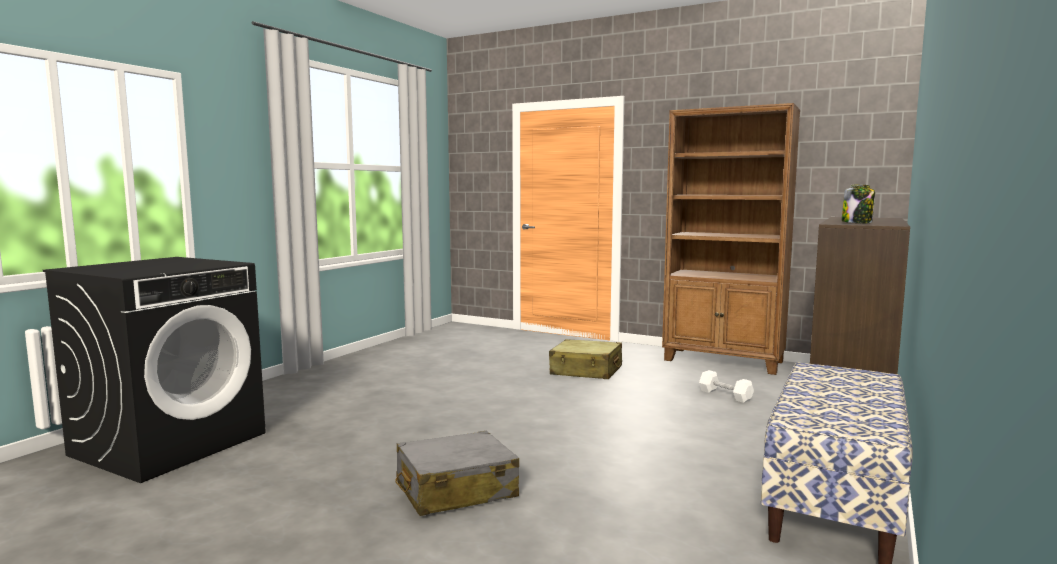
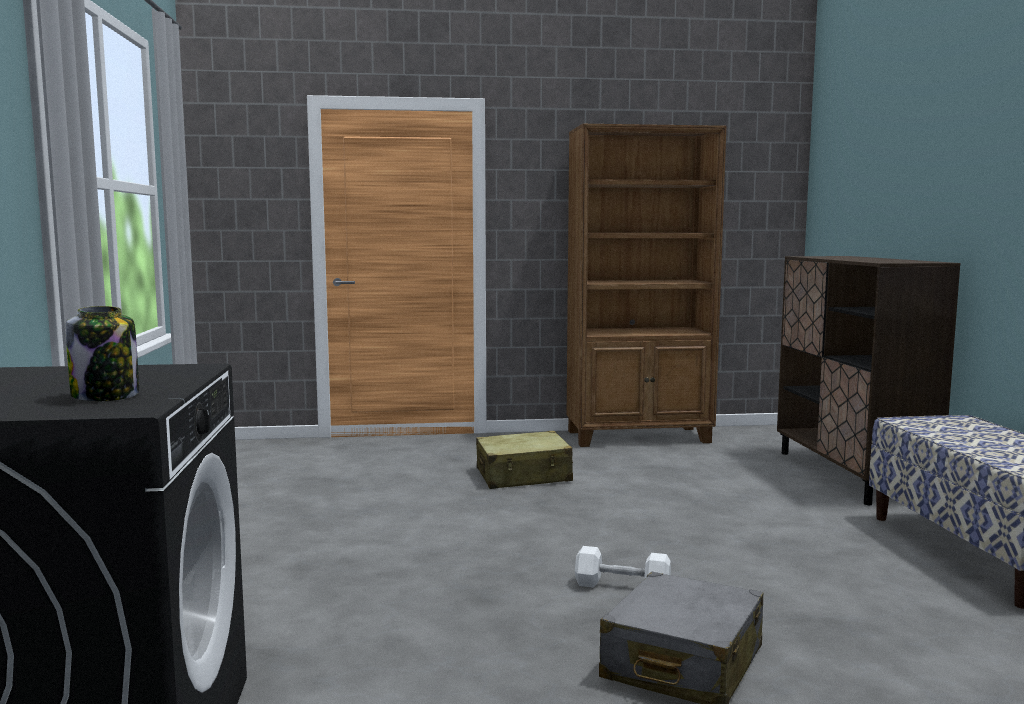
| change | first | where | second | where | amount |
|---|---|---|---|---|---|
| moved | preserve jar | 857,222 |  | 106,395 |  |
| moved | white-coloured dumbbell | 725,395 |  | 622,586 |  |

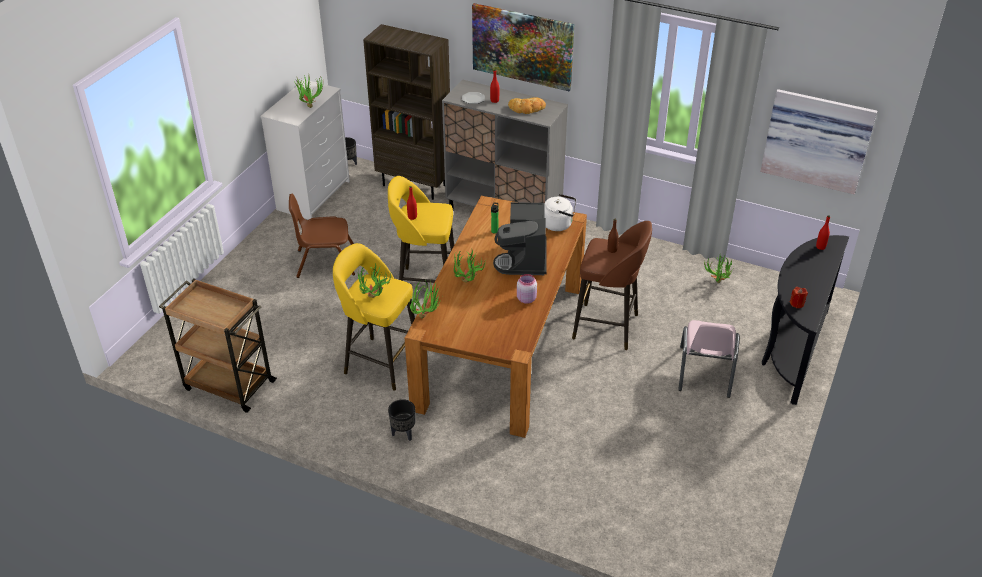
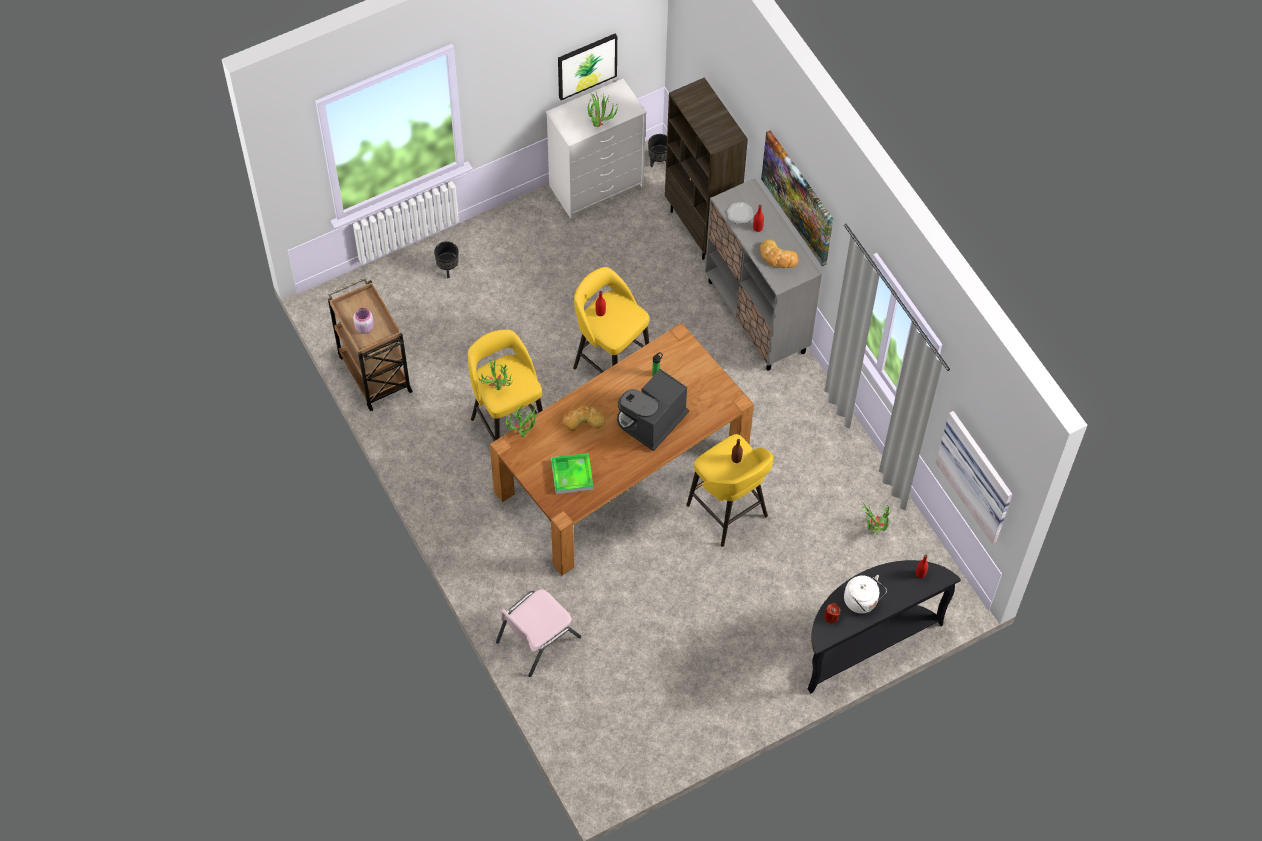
| change | first | where | second | where | amount |
|---|---|---|---|---|---|
| removed | brown-coloured upright chair | 325,262 |  |  |  |
| moved | white-coloured tea kettle | 559,224 |  | 862,601 |  |
| recoloured | brown-coloured stool | 607,327 | yellowish stool | 728,512 |  |
| replaced | houseplant | 468,284 | baked bread | 583,419 |  |
| moved | pink preserve jar | 526,298 |  | 364,327 |  |
| moved | pink upright chair | 704,372 |  | 537,639 |  |
| moved | black-coloured plant pot | 403,433 |  | 447,269 |  |
| added |  |  | picture | 586,65 |  |
| added |  |  | tray | 572,475 |  |

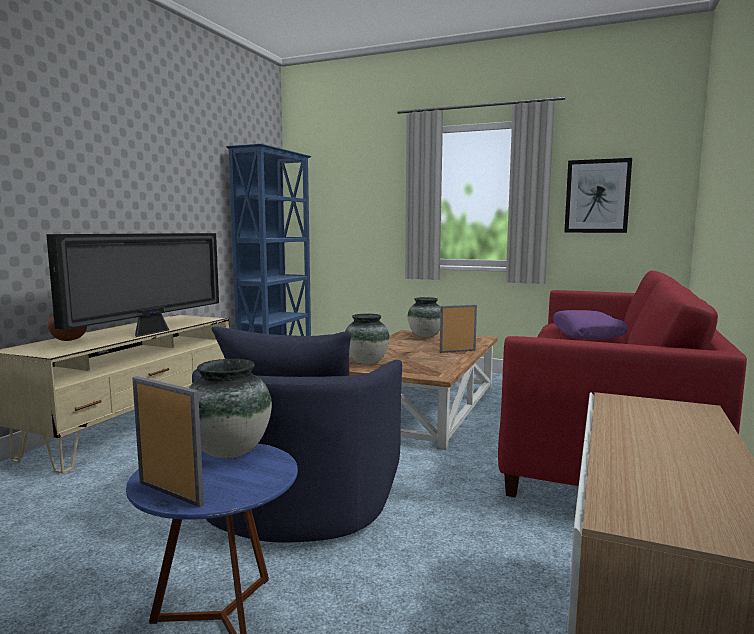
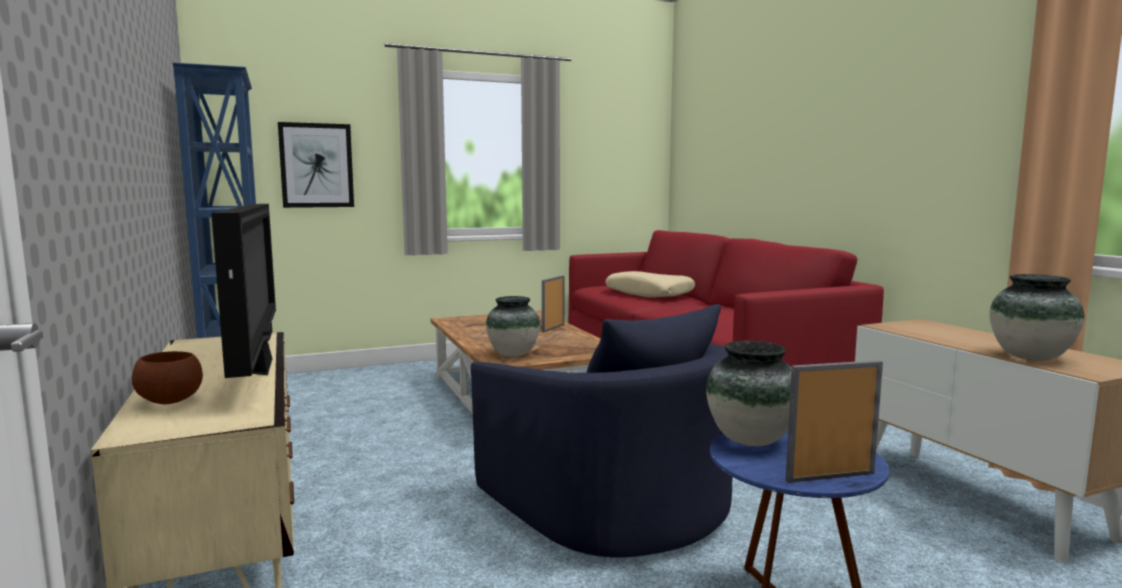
| change | first | where | second | where | amount |
|---|---|---|---|---|---|
| moved | picture | 597,196 |  | 316,165 |  |
| moved | vase | 425,336 |  | 1029,357 |  |
| recoloured | purple-coloured throw pillow | 587,335 | beige throw pillow | 649,294 |  |

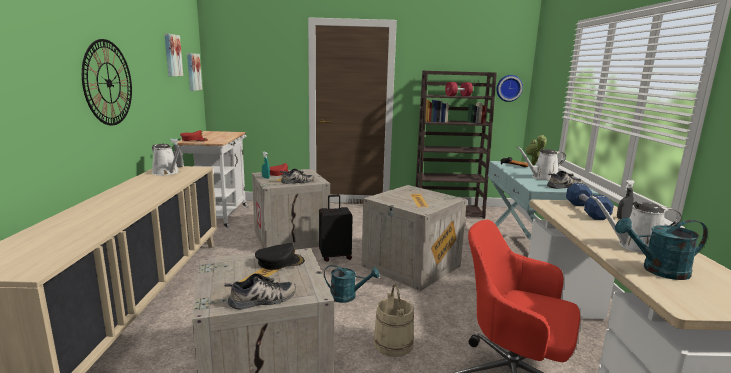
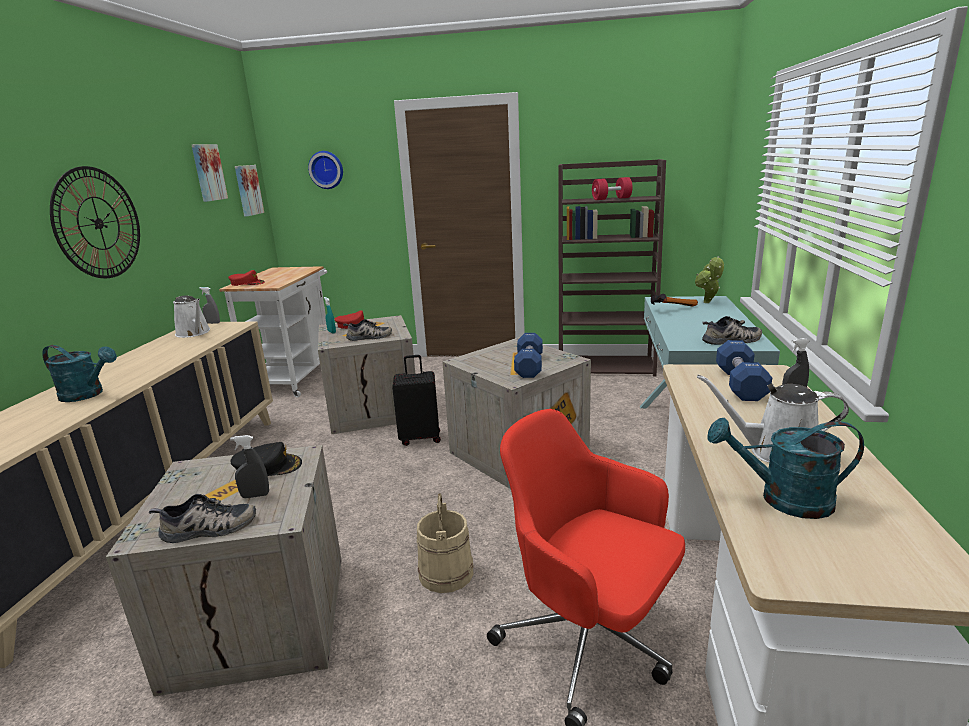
| change | first | where | second | where | amount |
|---|---|---|---|---|---|
| moved | wall clock | 508,88 |  | 327,170 |  |
| removed | white-coloured watering can | 542,178 |  |  |  |
| moved | blue-green watering can | 348,296 |  | 87,395 |  |
| added |  |  | blue dumbbell | 529,366 |  |
| added |  |  | grey hand sprayer | 255,496 |  |

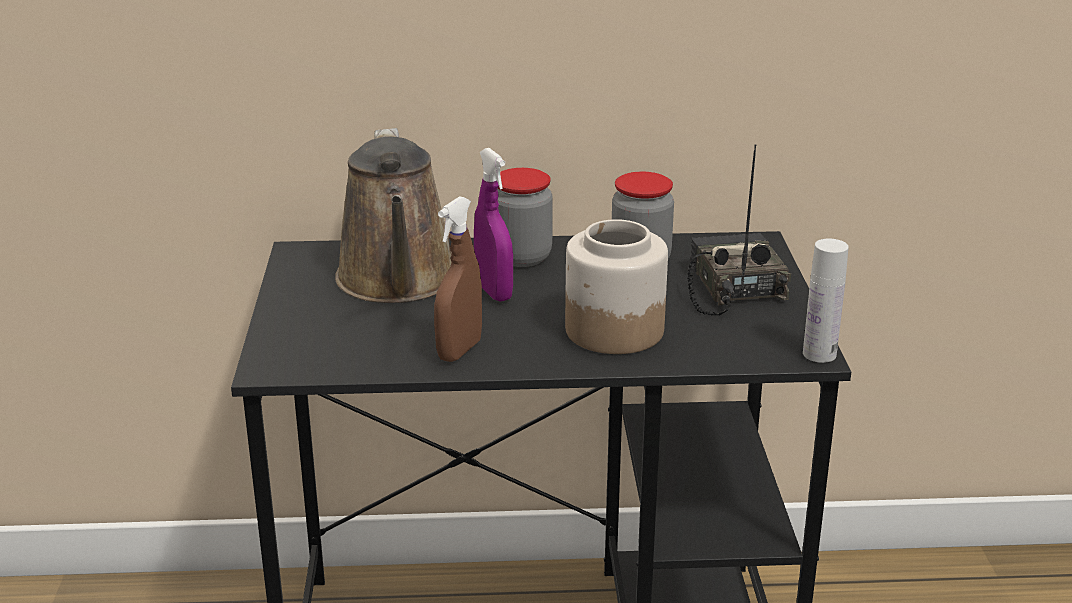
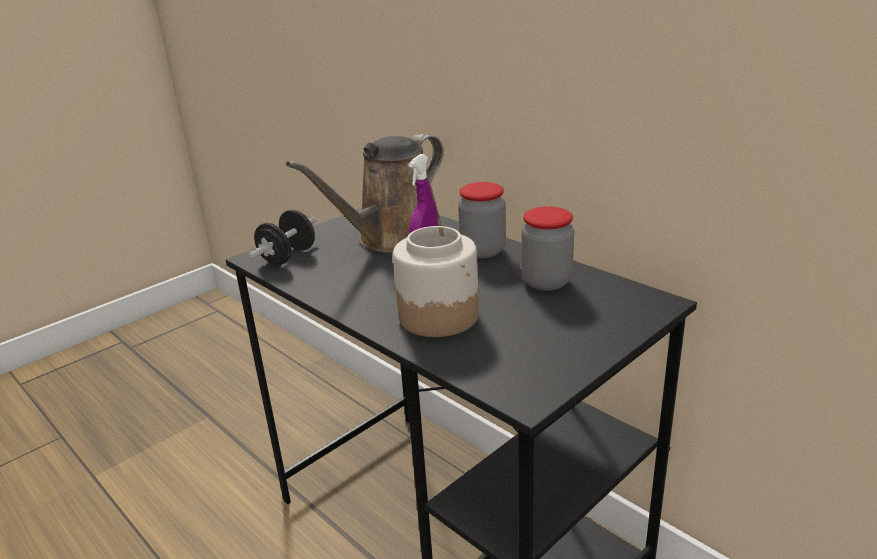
| change | first | where | second | where | amount |
|---|---|---|---|---|---|
| removed | radio set | 730,286 |  |  |  |
| removed | brown-coloured hand sprayer | 459,351 |  |  |  |
| removed | white-coloured beverage bottle | 819,354 |  |  |  |
| added |  |  | black-coloured dumbbell | 288,257 |  |

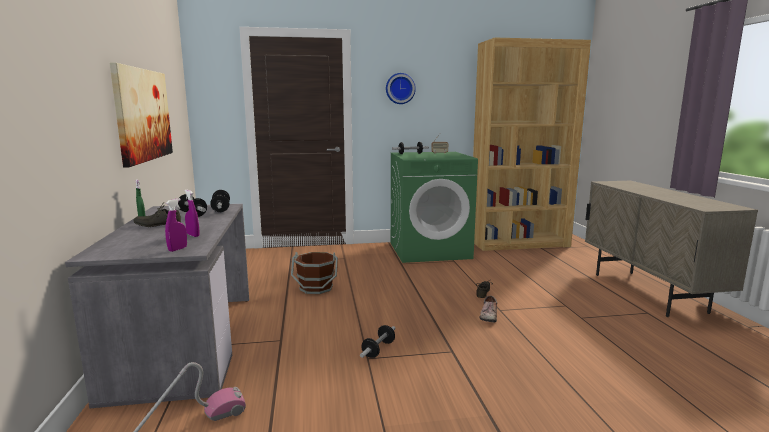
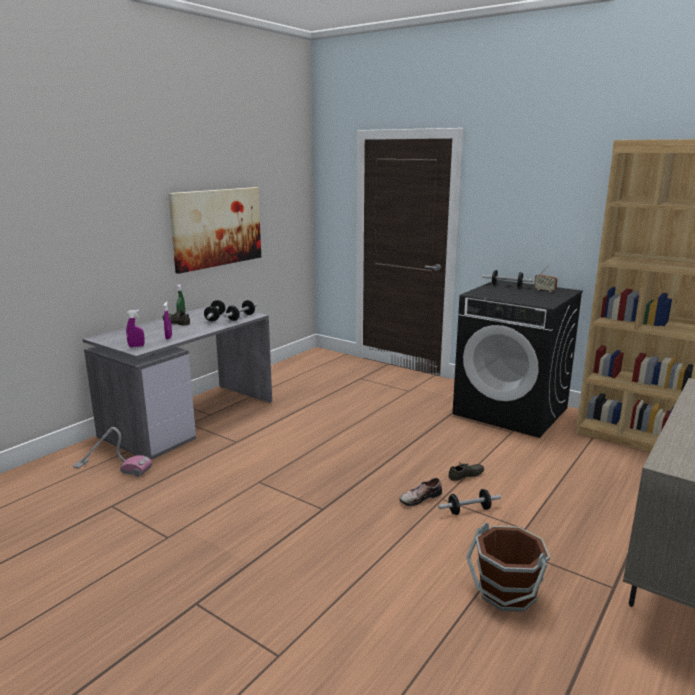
| change | first | where | second | where | amount |
|---|---|---|---|---|---|
| removed | wall clock | 400,88 |  |  |  |
| recoloured | green-coloured washing machine | 430,250 | black-coloured washing machine | 511,411 |  |
| moved | brown-coloured bucket | 316,288 |  | 506,592 |  |
| moved | dumbbell | 378,349 |  | 469,510 |  |

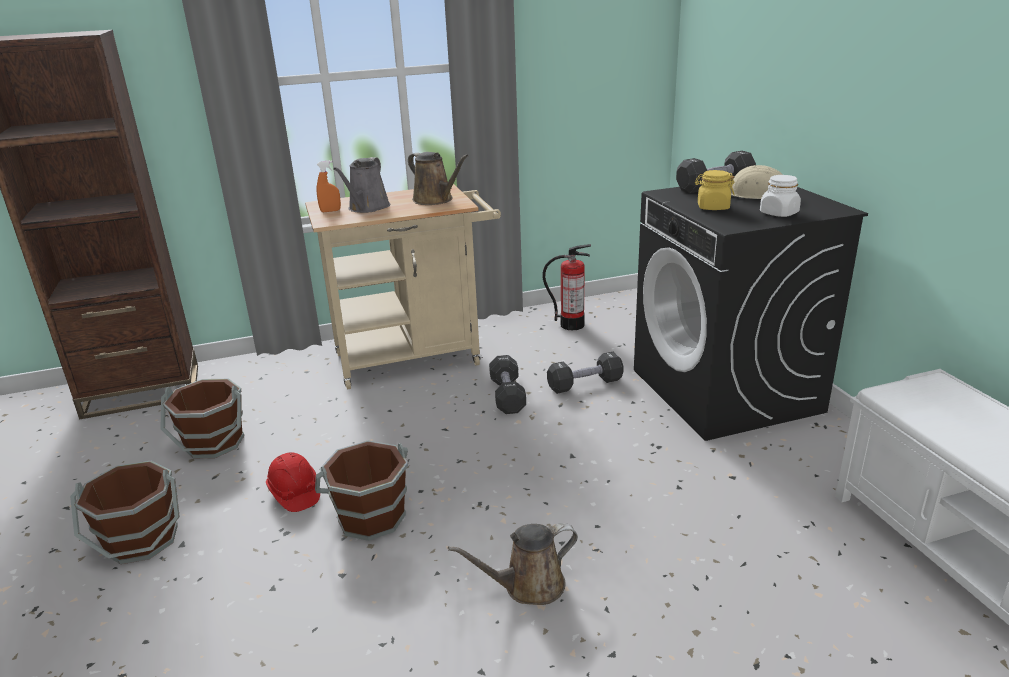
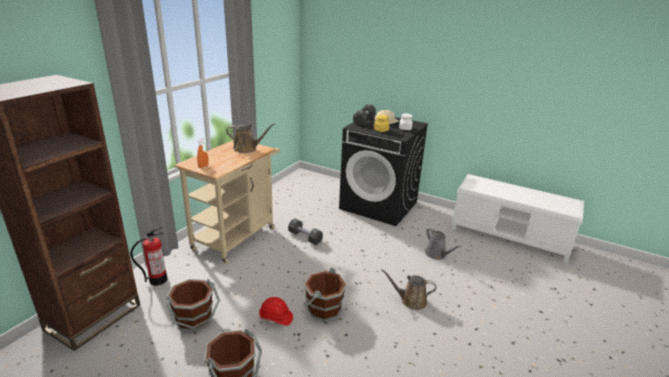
| change | first | where | second | where | amount |
|---|---|---|---|---|---|
| moved | grey watering can | 367,208 |  | 437,254 |  |
| moved | extinguisher | 572,325 |  | 158,280 |  |
| removed | black-coloured dumbbell | 585,384 |  |  |  |
| turned | brown-coloured watering can | 528,586 |  | 410,300 | 75 degrees clockwise |

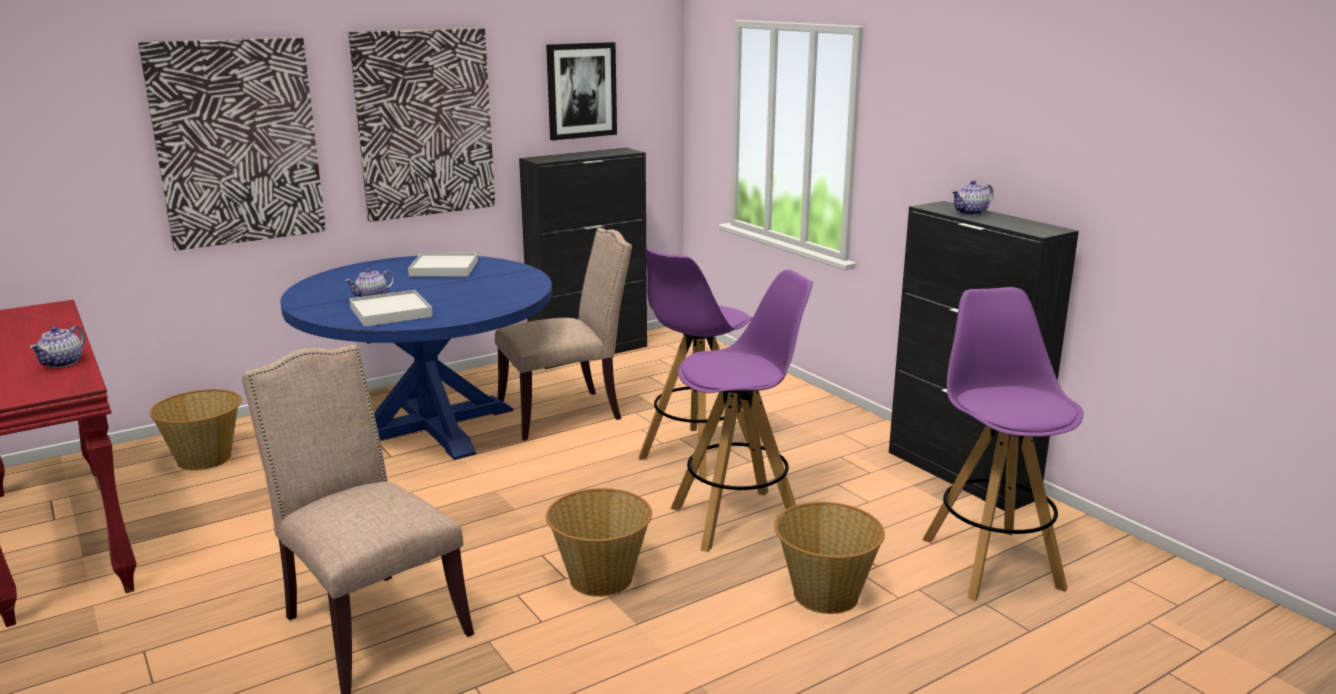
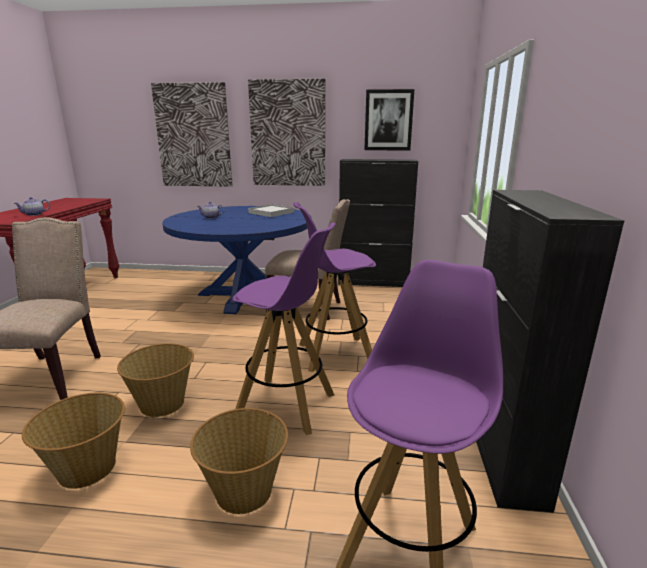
| change | first | where | second | where | amount |
|---|---|---|---|---|---|
| removed | pot for tea | 970,213 |  |  |  |
| removed | white-coloured tray | 391,312 |  |  |  |
| moved | household basket | 205,459 |  | 87,469 |  |

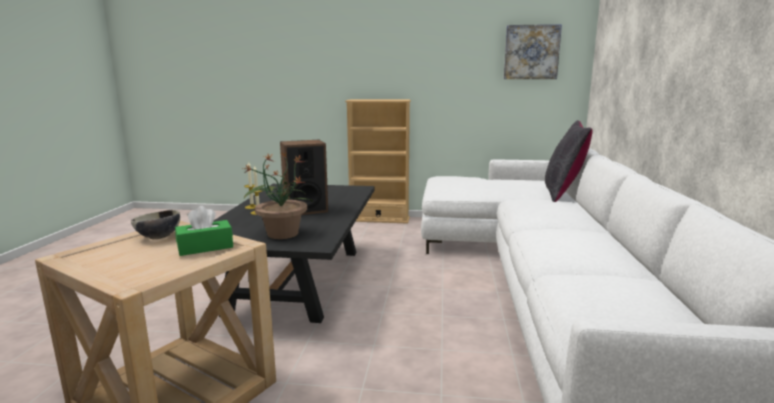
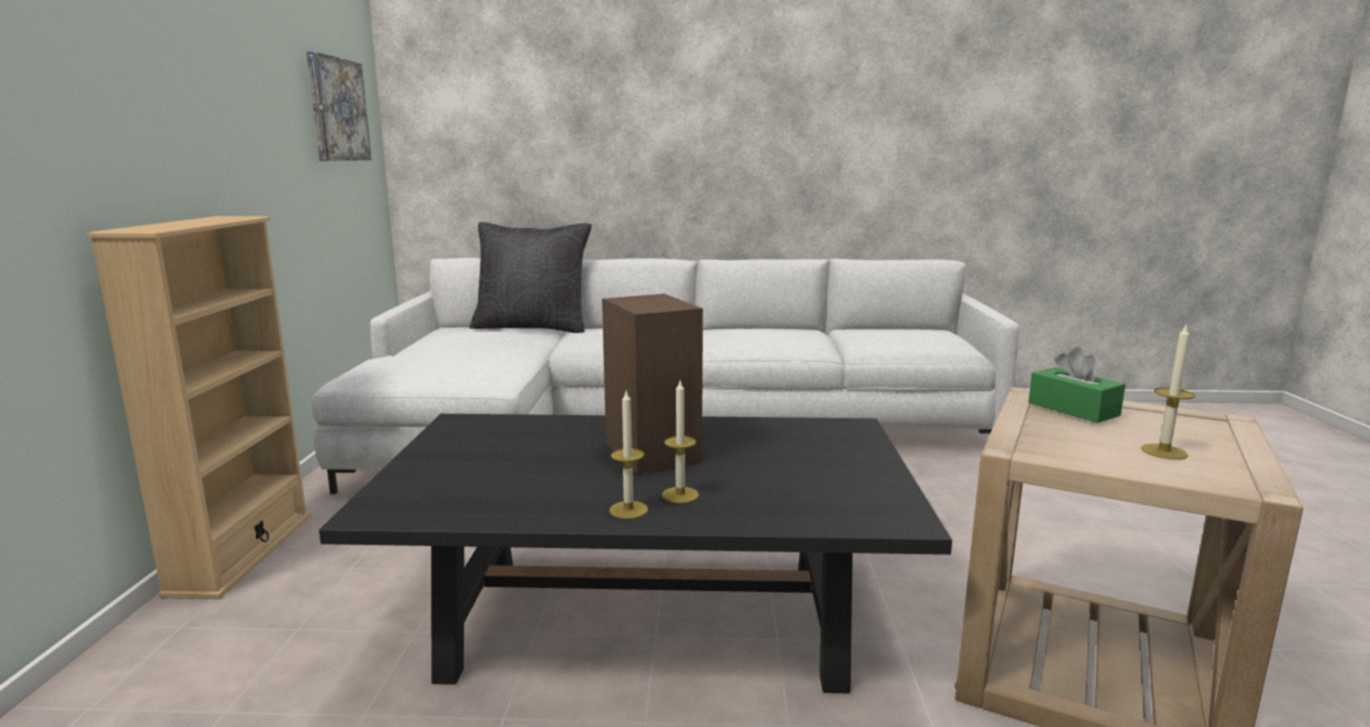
| change | first | where | second | where | amount |
|---|---|---|---|---|---|
| removed | houseplant | 282,233 |  |  |  |
| removed | serving bowl | 158,237 |  |  |  |
| added |  |  | wax light | 1164,452 |  |

